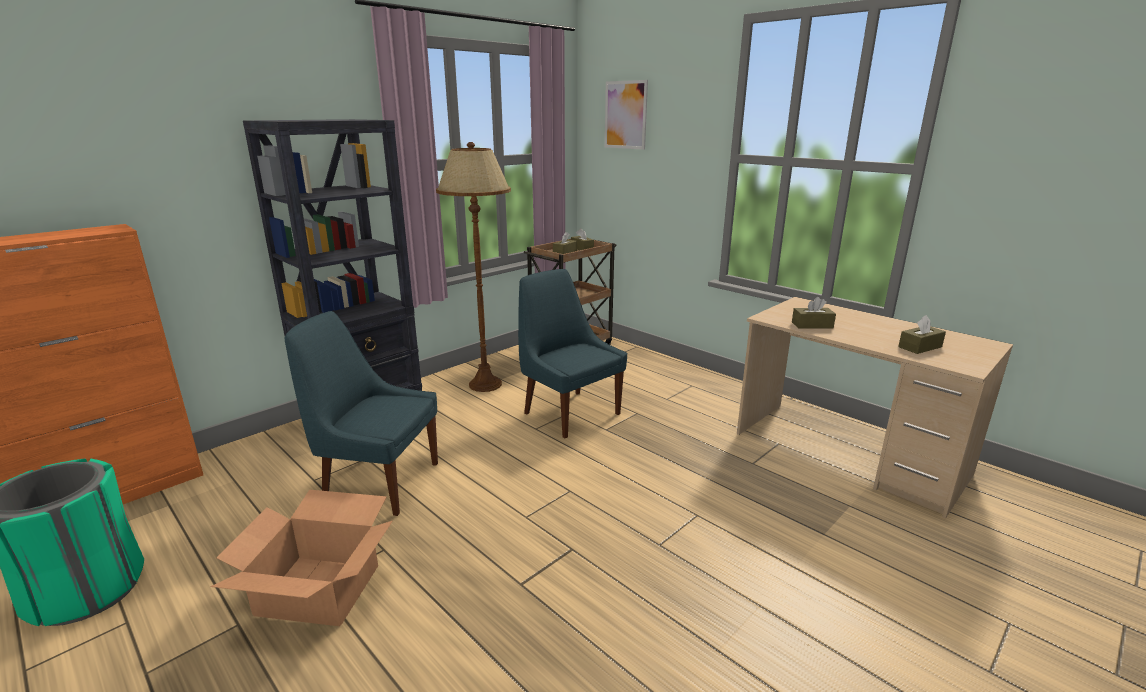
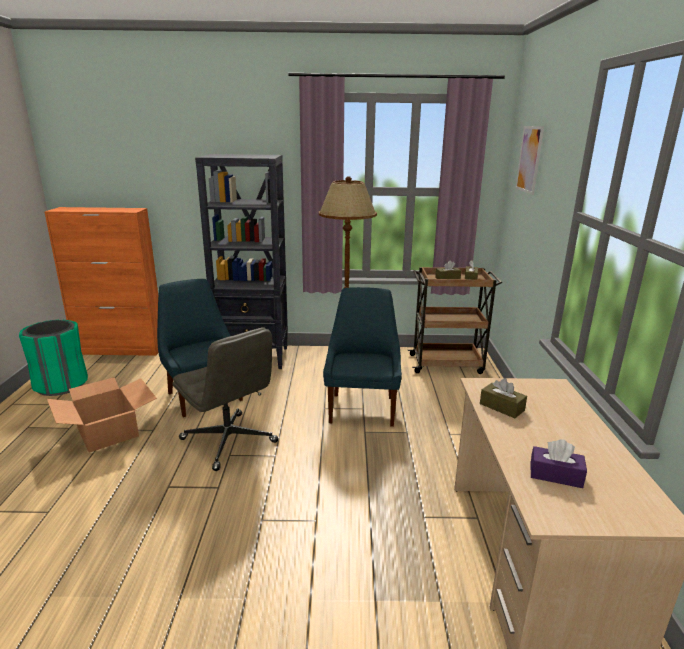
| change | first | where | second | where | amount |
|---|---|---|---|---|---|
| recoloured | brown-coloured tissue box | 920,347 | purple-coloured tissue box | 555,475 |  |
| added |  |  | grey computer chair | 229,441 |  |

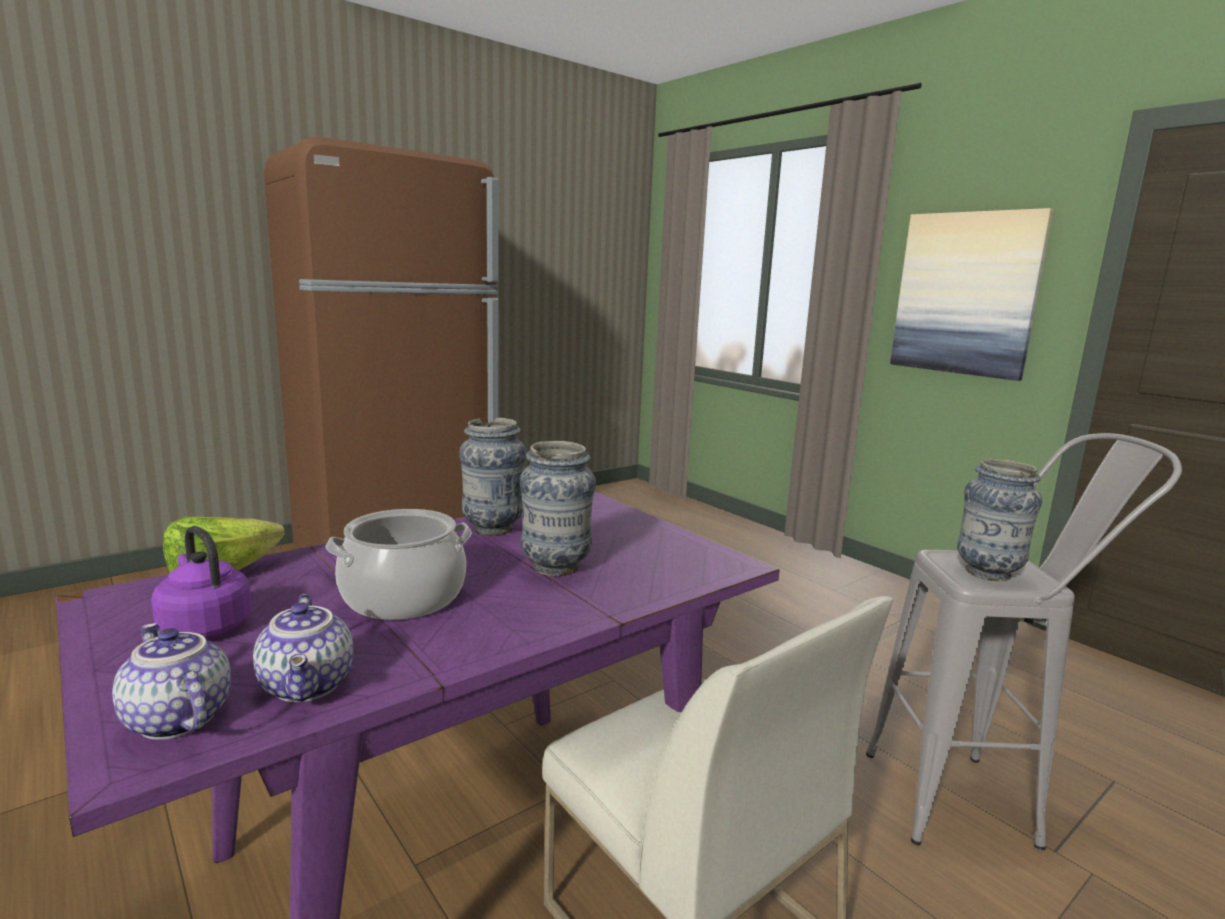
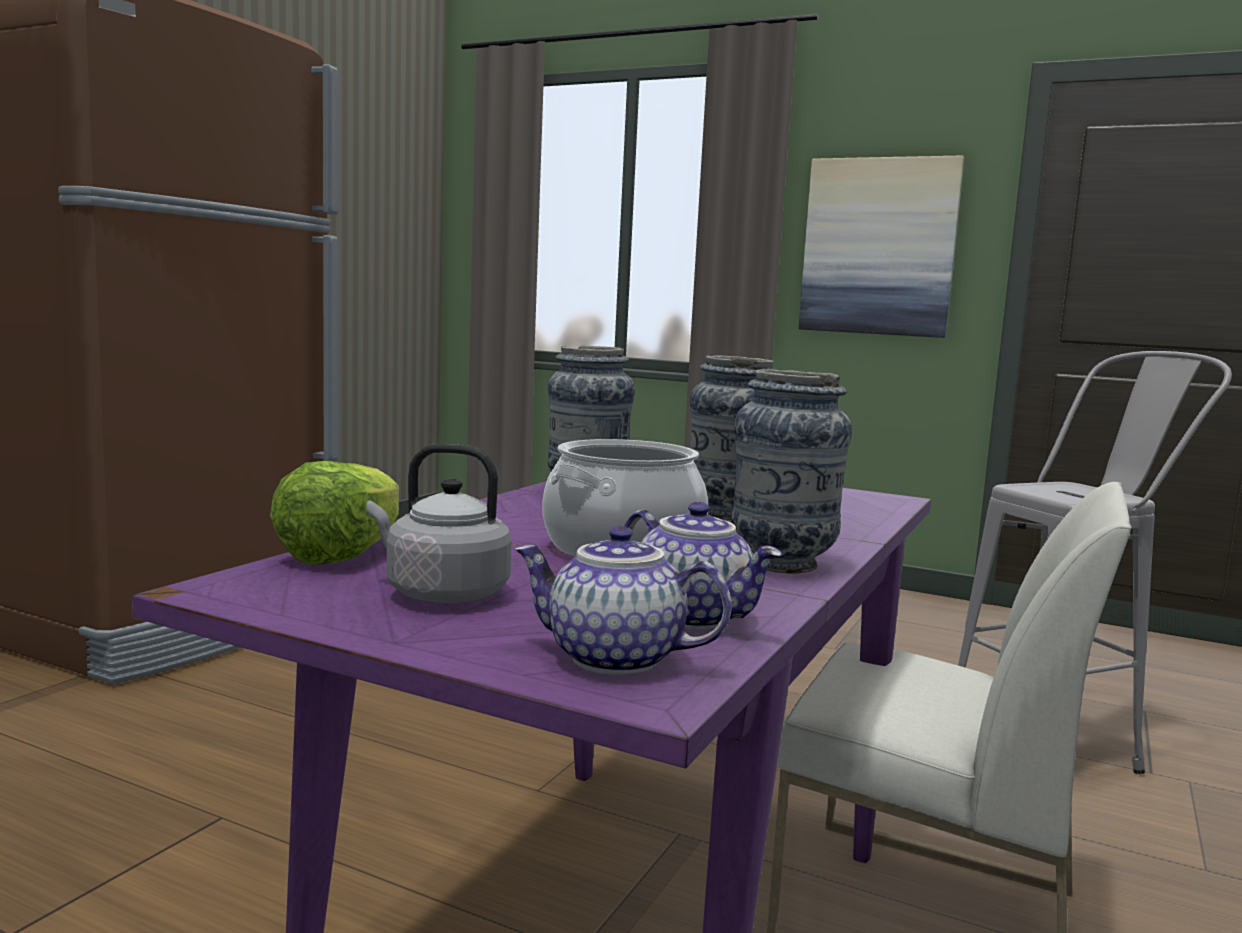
| change | first | where | second | where | amount |
|---|---|---|---|---|---|
| moved | vase | 988,573 |  | 782,564 |  |
| recoloured | purple-coloured tea kettle | 204,626 | grey tea kettle | 441,593 |  |

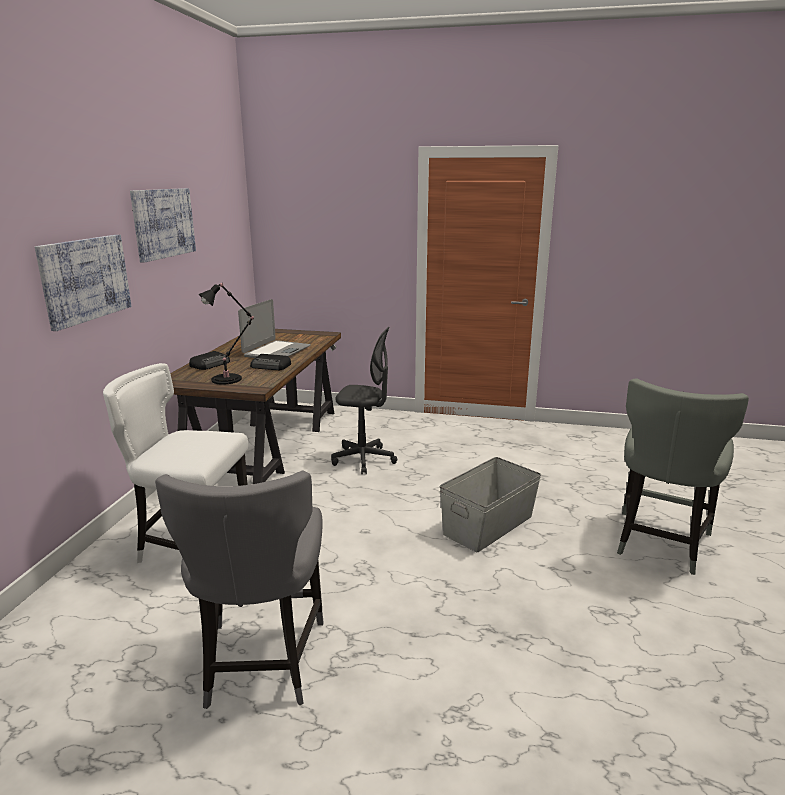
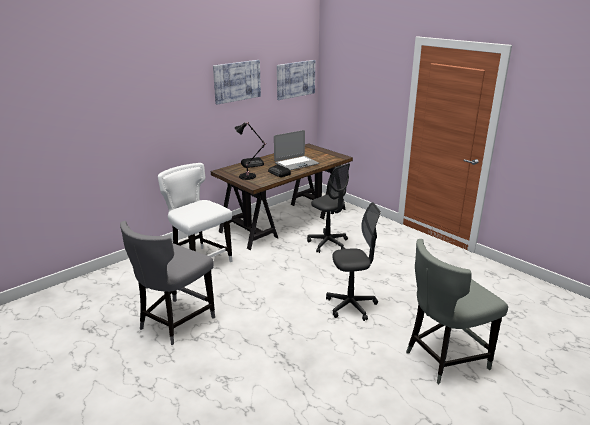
| change | first | where | second | where | amount |
|---|---|---|---|---|---|
| moved | picture | 85,279 |  | 295,79 |  |
| replaced | grey storage box | 489,525 | grey computer chair | 351,306 |  |

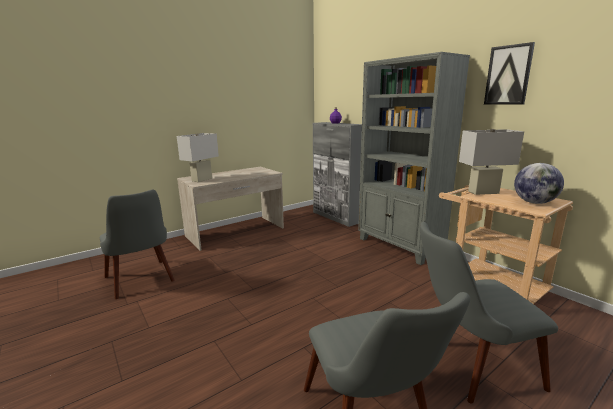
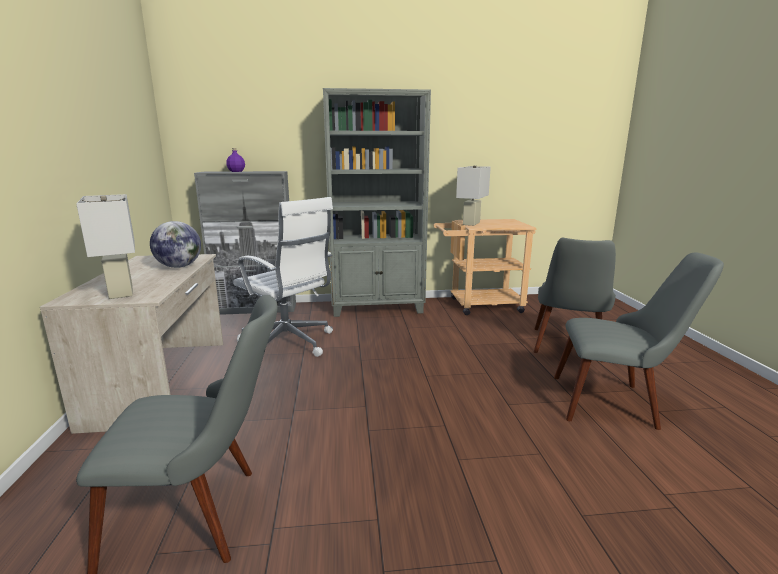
| change | first | where | second | where | amount |
|---|---|---|---|---|---|
| removed | picture | 508,75 |  |  |  |
| moved | globe | 534,202 |  | 179,267 |  |
| added |  |  | white-coloured computer chair | 289,344 |  |

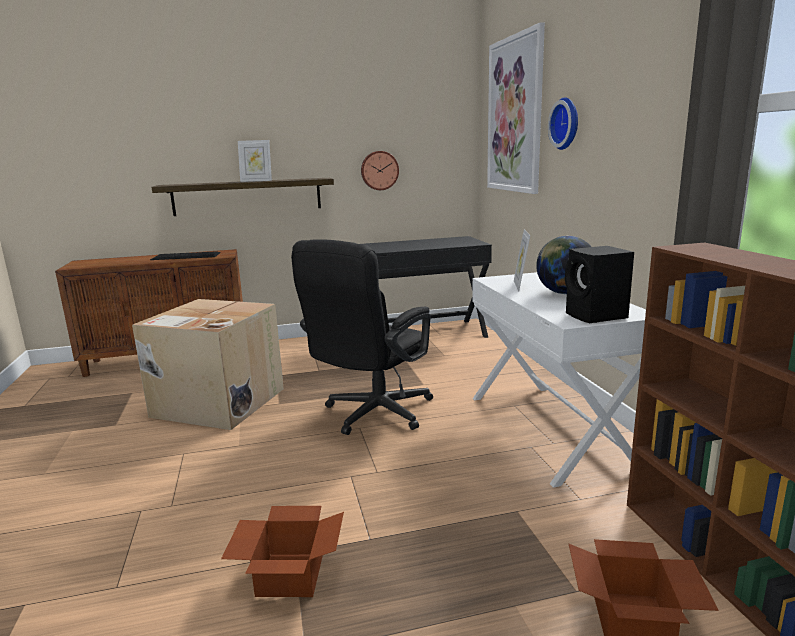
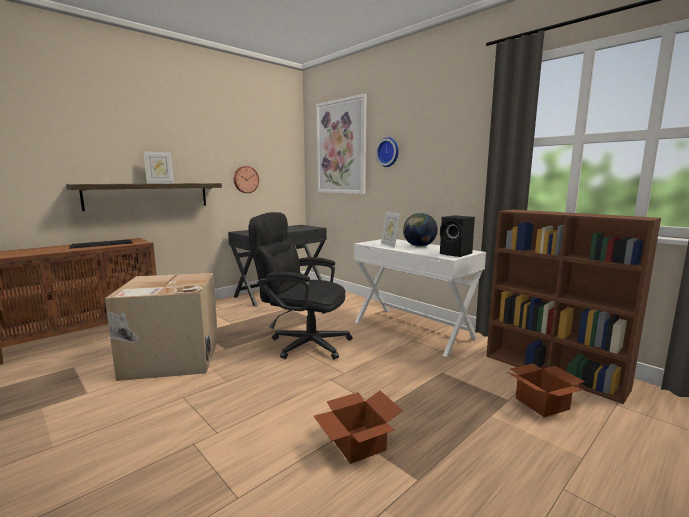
| change | first | where | second | where | amount |
|---|---|---|---|---|---|
| turned | black-coloured computer chair | 372,415 |  | 303,343 | 105 degrees clockwise |

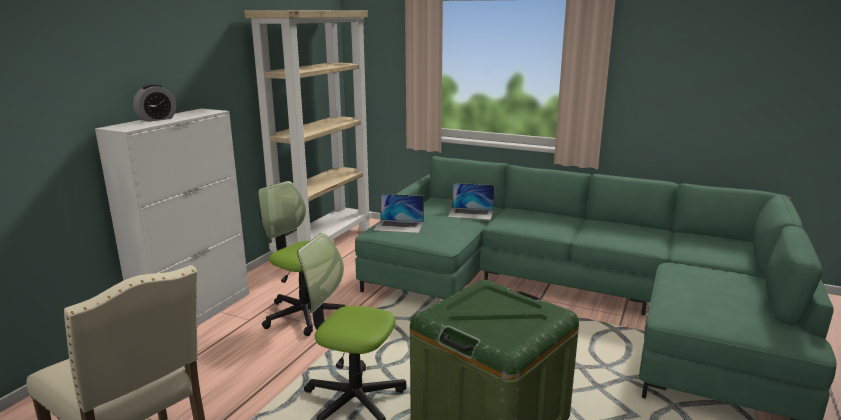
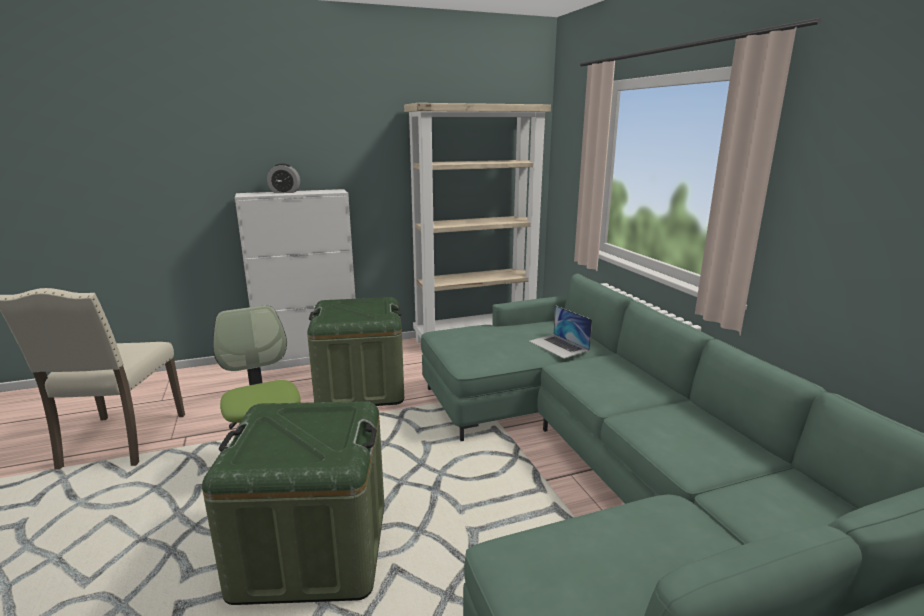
| change | first | where | second | where | amount |
|---|---|---|---|---|---|
| replaced | computer chair | 304,314 | green-coloured storage box | 361,388 |  |
| removed | laptop | 399,226 |  |  |  |

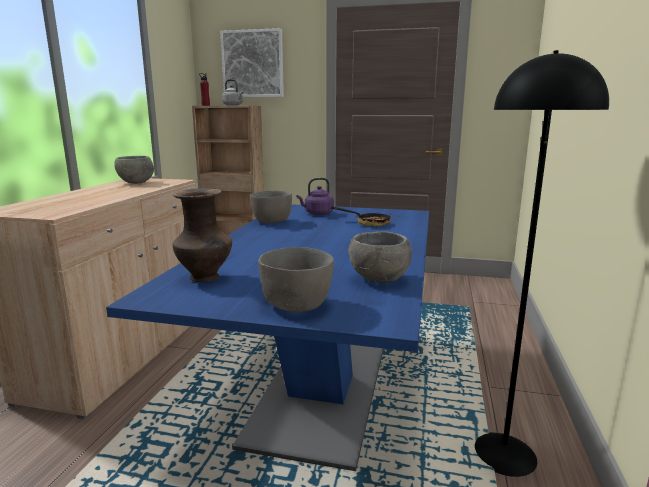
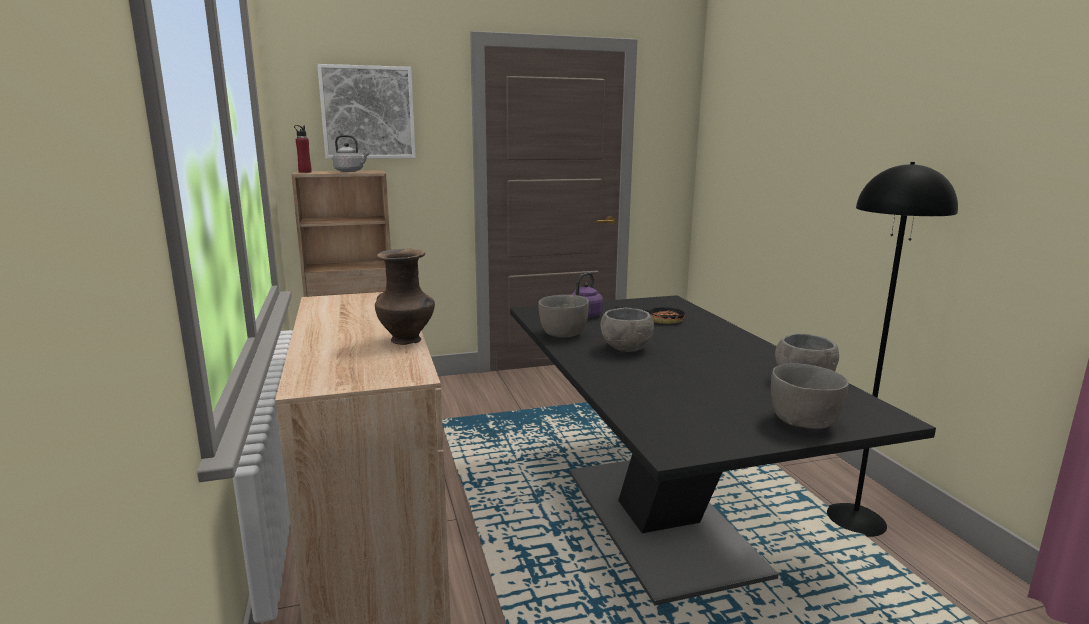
| change | first | where | second | where | amount |
|---|---|---|---|---|---|
| moved | grey serving bowl | 136,183 |  | 627,349 |  |
| moved | brown-coloured vase | 206,278 |  | 407,340 |  |
| recoloured | blue kitchen table | 320,393 | black-coloured kitchen table | 659,520 |  |

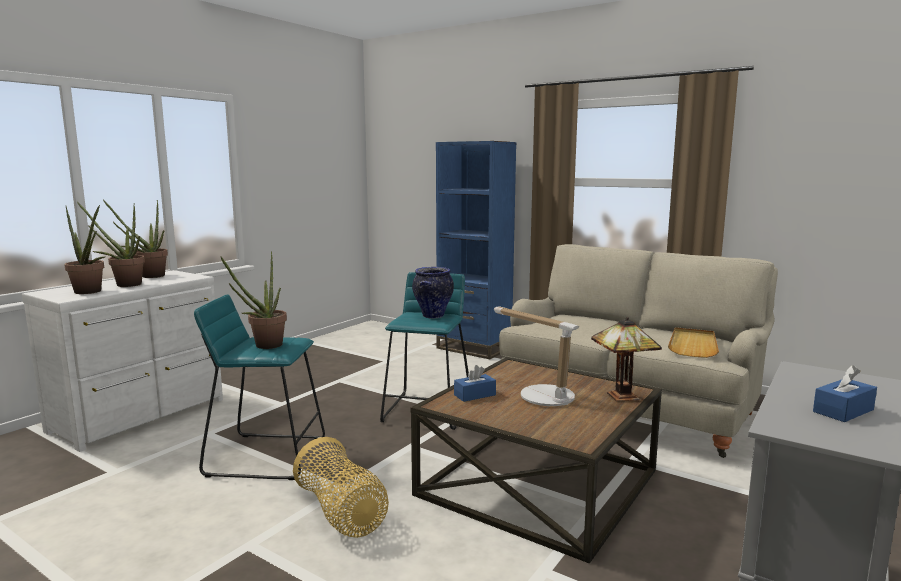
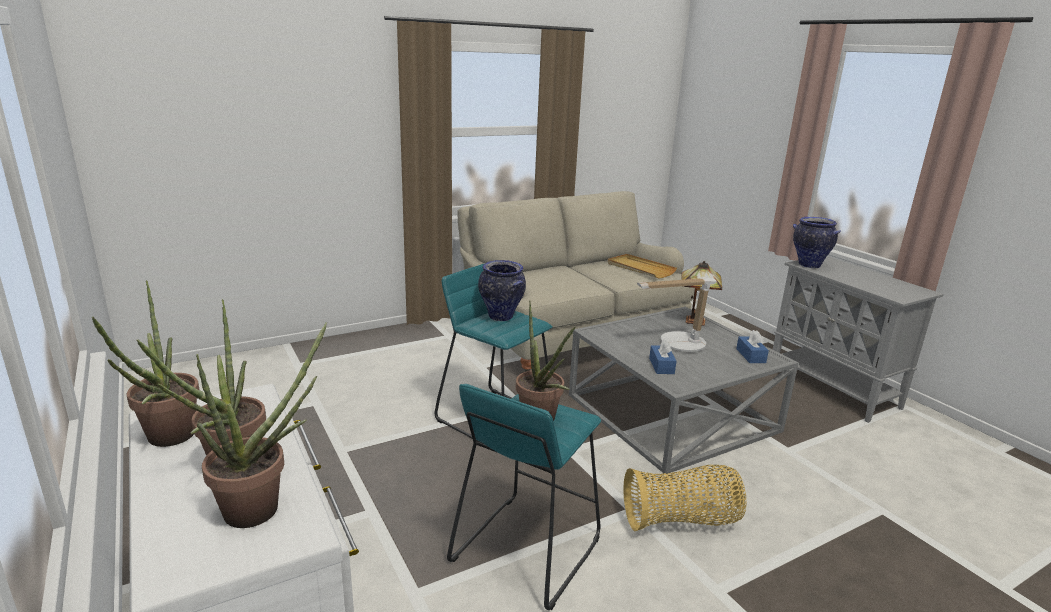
| change | first | where | second | where | amount |
|---|---|---|---|---|---|
| removed | blue bookshelf | 474,348 |  |  |  |
| recoloured | brown-coloured lounge table | 539,481 | grey lounge table | 671,412 |  |
| moved | blue tissue box | 843,411 |  | 750,356 |  |
| added |  |  | vase | 808,265 |  |

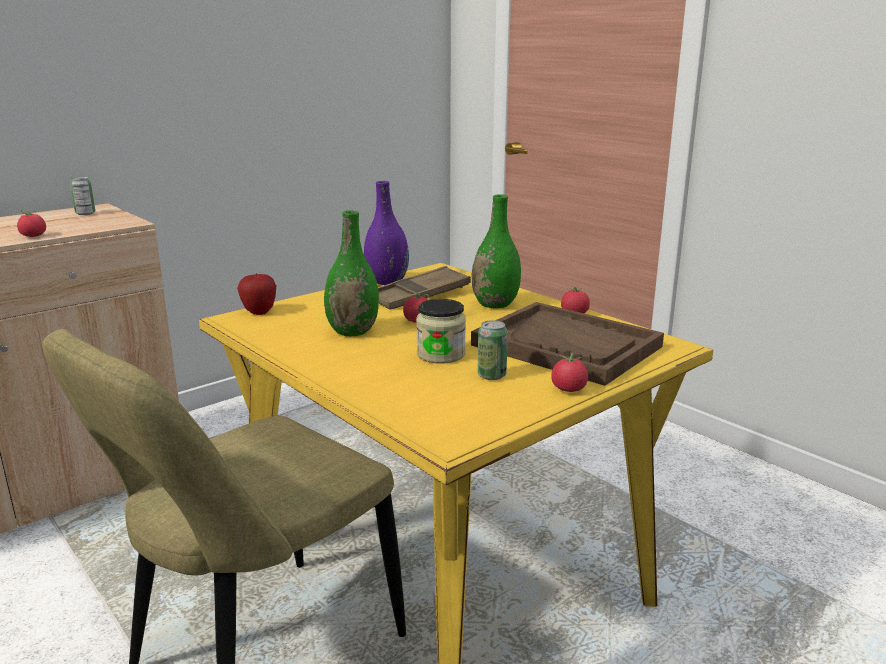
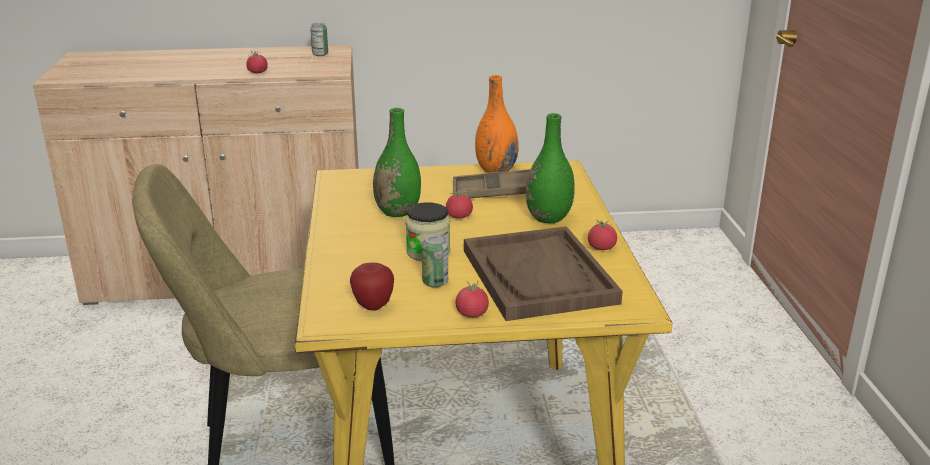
| change | first | where | second | where | amount |
|---|---|---|---|---|---|
| recoloured | purple-coloured vase | 387,282 | orangey vase | 496,170 |  |
| moved | apple | 259,312 |  | 373,306 |  |

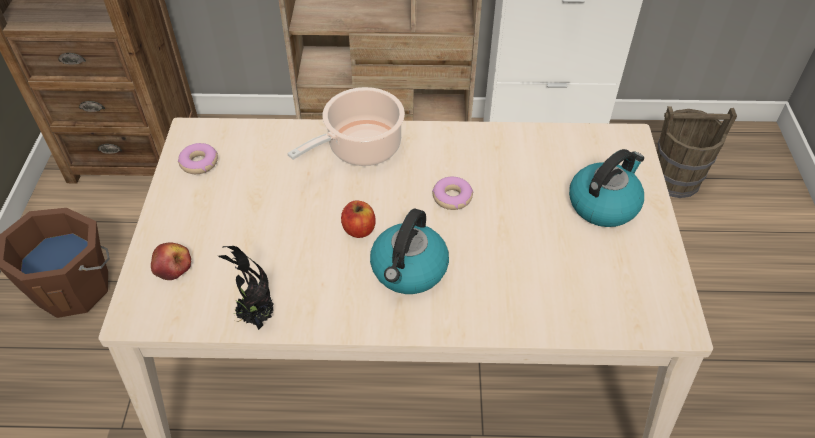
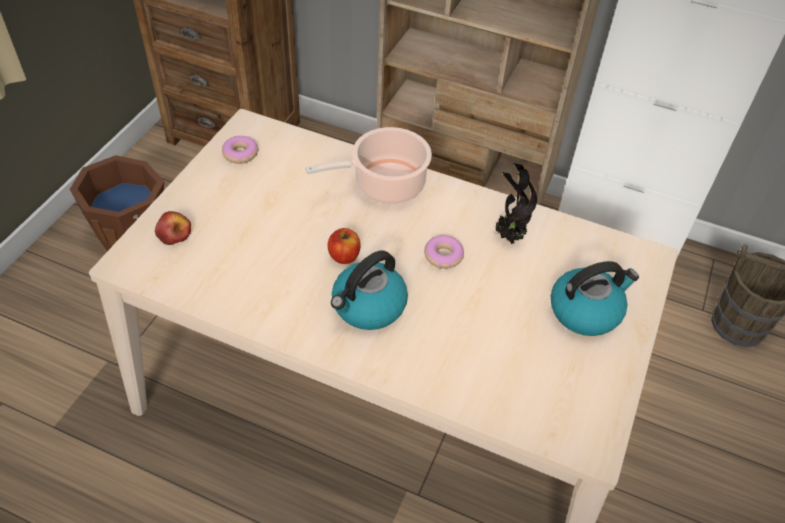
| change | first | where | second | where | amount |
|---|---|---|---|---|---|
| moved | houseplant | 255,317 |  | 507,236 |  |

